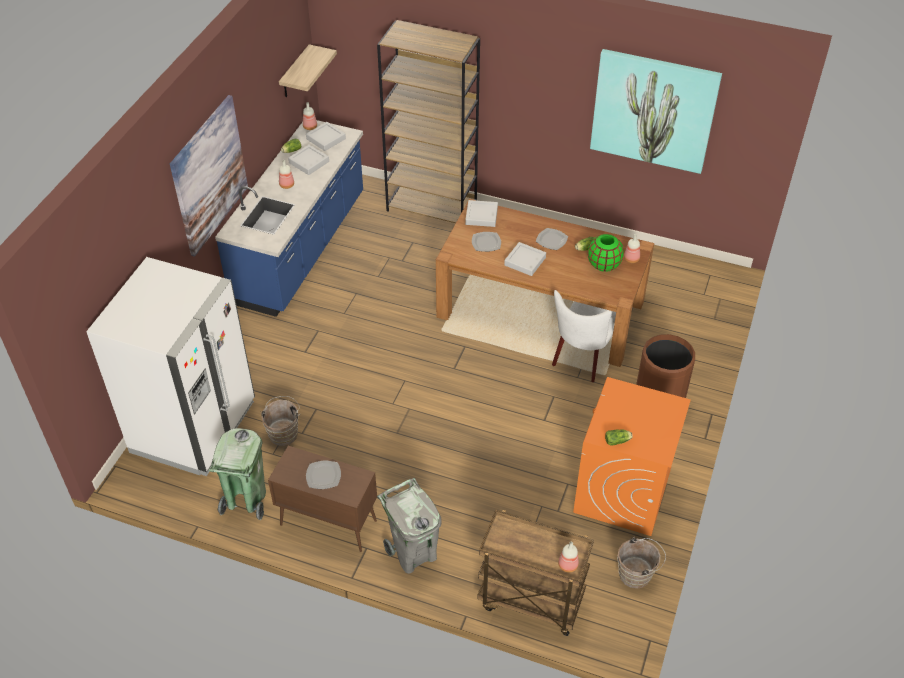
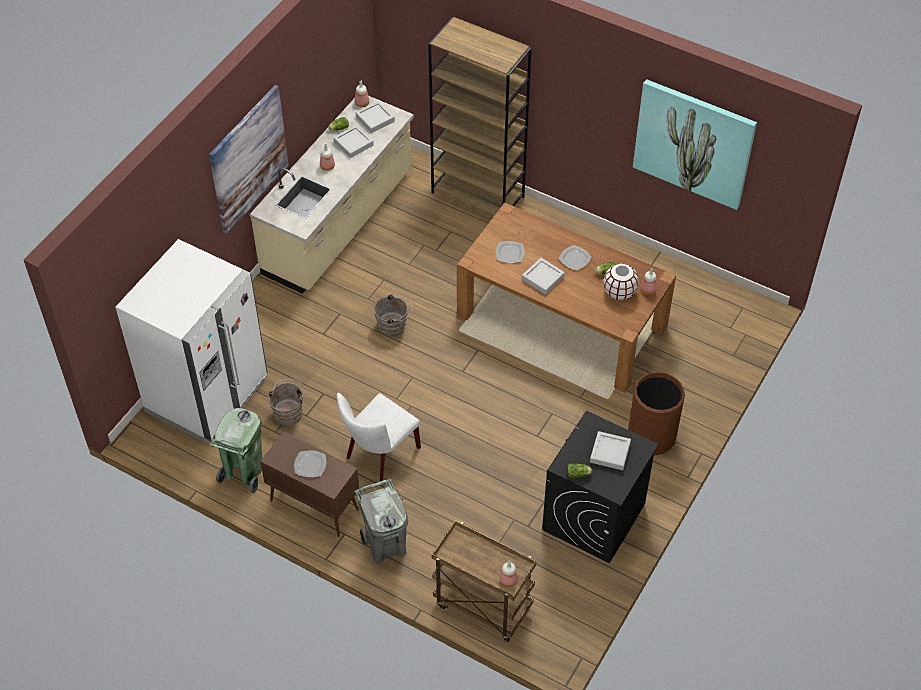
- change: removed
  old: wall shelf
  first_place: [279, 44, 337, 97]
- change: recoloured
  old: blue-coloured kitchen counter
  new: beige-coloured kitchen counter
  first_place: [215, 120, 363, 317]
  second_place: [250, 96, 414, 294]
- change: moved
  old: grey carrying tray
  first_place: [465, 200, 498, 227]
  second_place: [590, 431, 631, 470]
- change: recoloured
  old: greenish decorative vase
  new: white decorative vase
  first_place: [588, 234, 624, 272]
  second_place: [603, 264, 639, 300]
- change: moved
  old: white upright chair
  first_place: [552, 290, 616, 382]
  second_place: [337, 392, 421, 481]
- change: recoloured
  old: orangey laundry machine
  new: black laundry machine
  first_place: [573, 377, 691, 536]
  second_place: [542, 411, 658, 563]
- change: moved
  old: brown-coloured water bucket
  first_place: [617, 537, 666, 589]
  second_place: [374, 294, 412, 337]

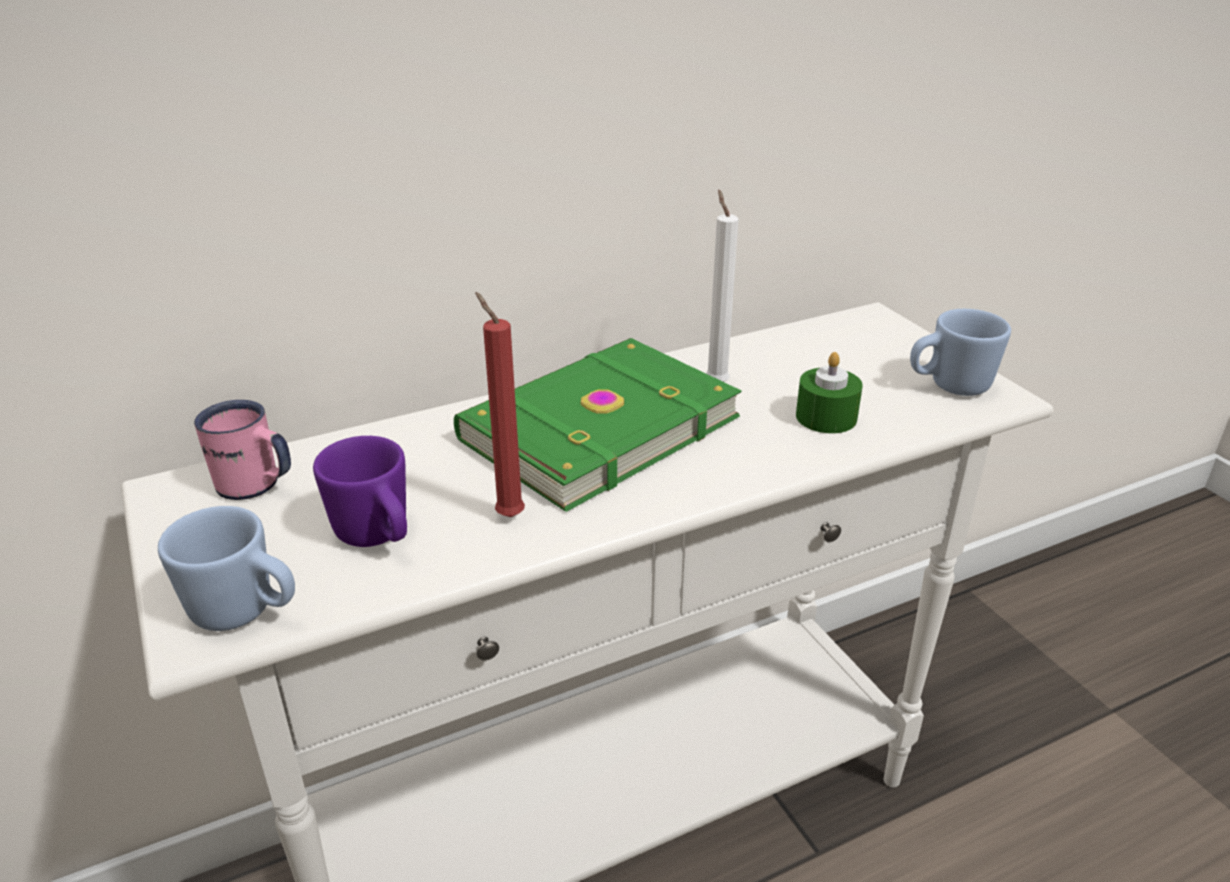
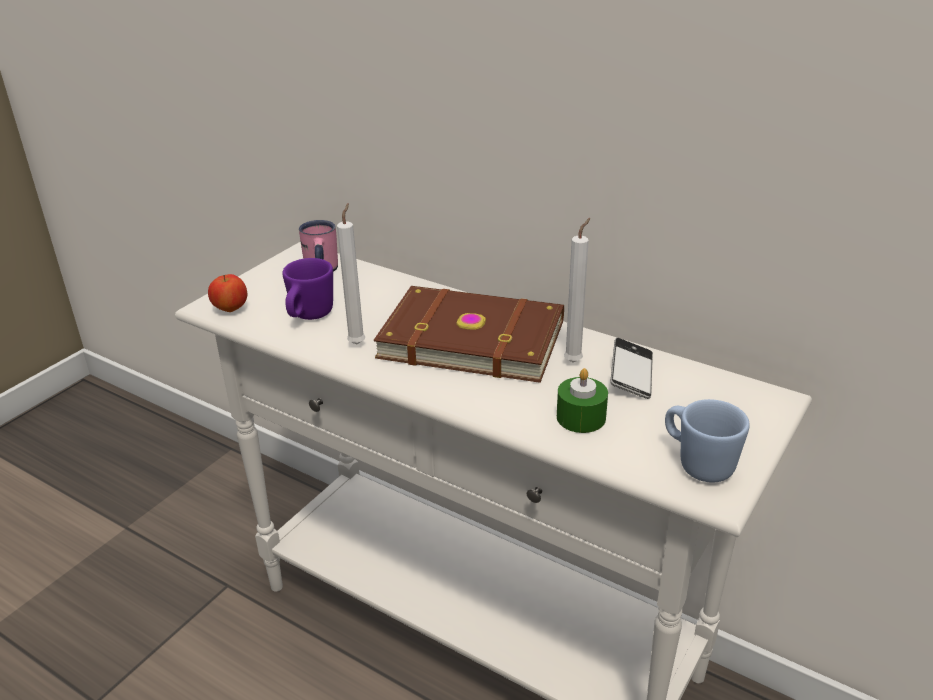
- change: recoloured
  old: red candle
  new: white candle
  first_place: [475, 292, 525, 517]
  second_place: [337, 203, 365, 345]
- change: recoloured
  old: greenish bound book
  new: brown-coloured bound book
  first_place: [454, 338, 742, 512]
  second_place: [373, 286, 564, 383]
- change: replaced
  old: blue-coloured mug
  new: apple fruit
  first_place: [158, 506, 295, 631]
  second_place: [208, 274, 247, 312]
- change: added
  new: handset
  second_place: [610, 338, 653, 399]

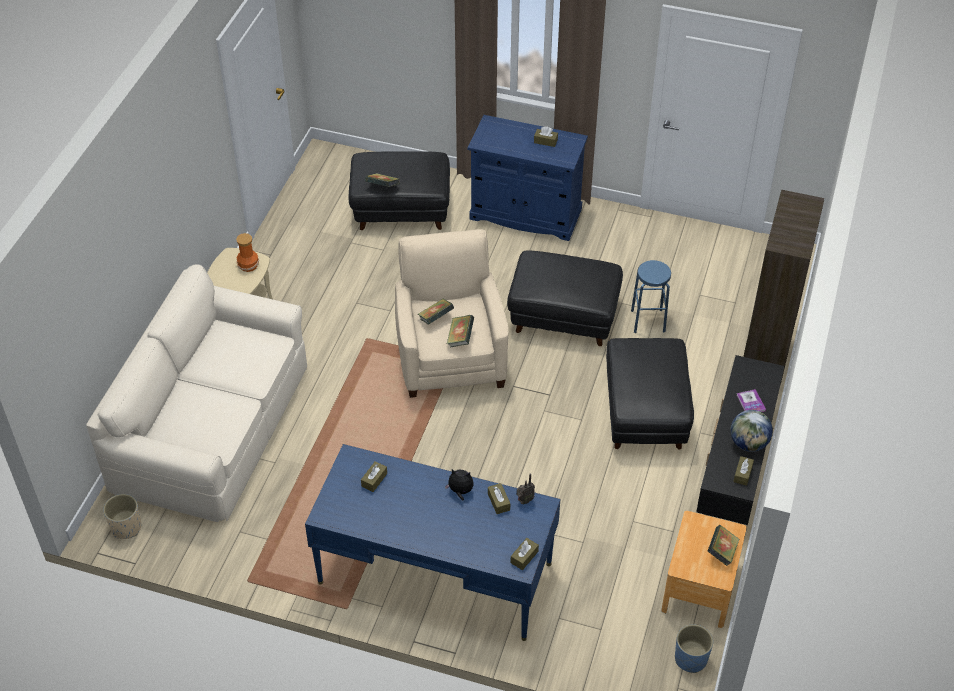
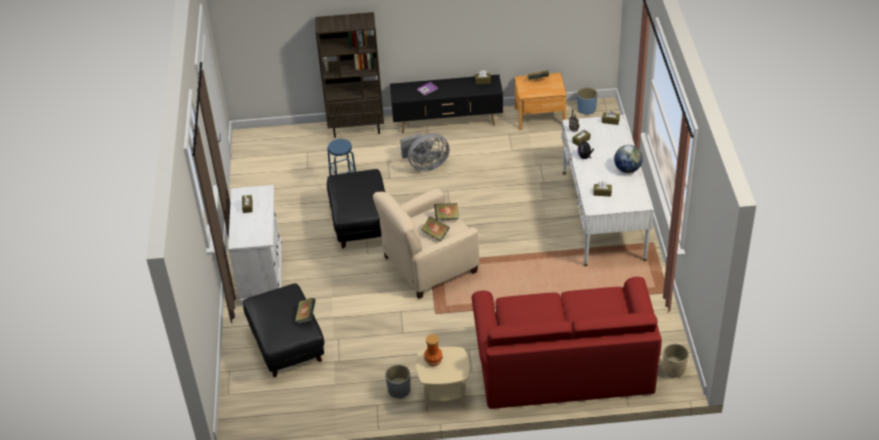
- change: recoloured
  old: blue-coloured cabinet
  new: white cabinet
  first_place: [468, 115, 588, 241]
  second_place: [228, 185, 282, 306]
- change: recoloured
  old: beige-coloured sofa
  new: red sofa
  first_place: [86, 264, 307, 522]
  second_place: [472, 277, 662, 409]
- change: replaced
  old: black ottoman
  new: grey cooling fan
  first_place: [606, 338, 694, 450]
  second_place: [400, 133, 449, 172]
- change: moved
  old: world globe
  first_place: [731, 410, 773, 452]
  second_place: [614, 145, 643, 173]
- change: recoloured
  old: blue-coloured desk unit
  new: white desk unit
  first_place: [305, 444, 560, 641]
  second_place: [562, 115, 654, 266]
- change: added
  new: grey planter
  second_place: [385, 364, 411, 399]

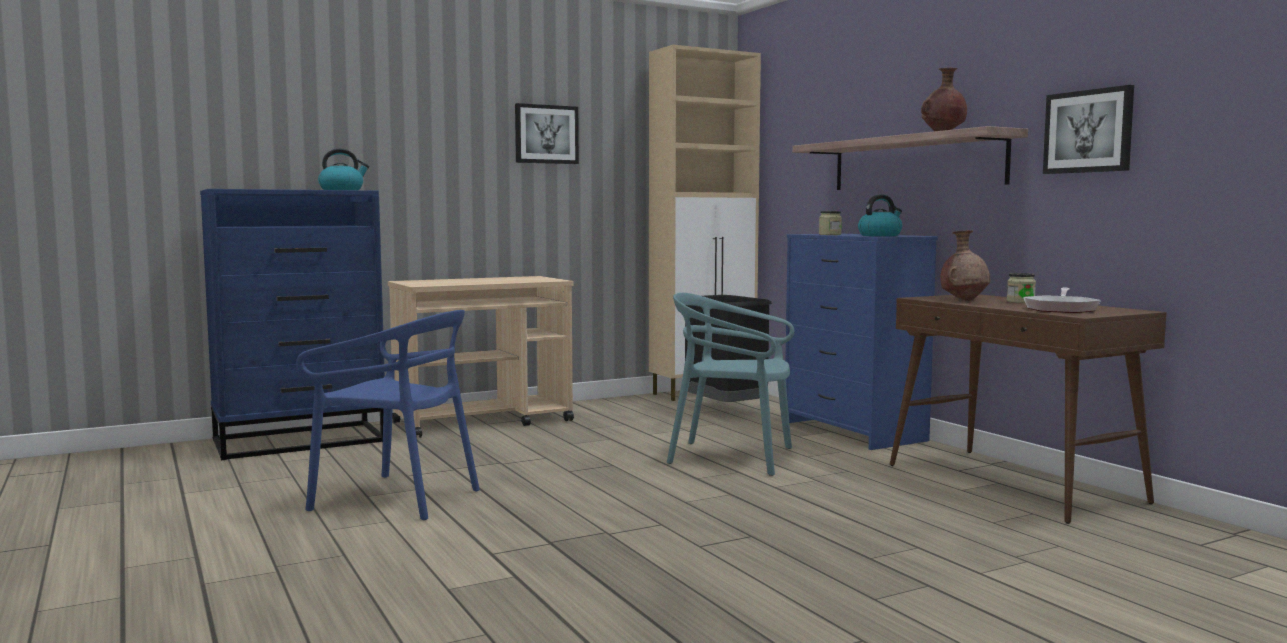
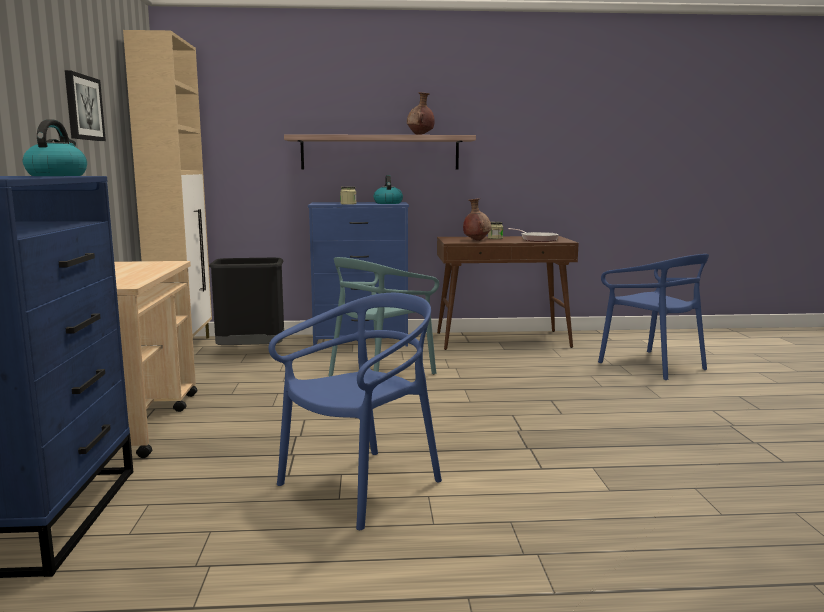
- change: removed
  old: wall picture
  first_place: [1043, 85, 1134, 174]
- change: added
  new: blue-coloured upright chair
  second_place: [598, 254, 709, 380]

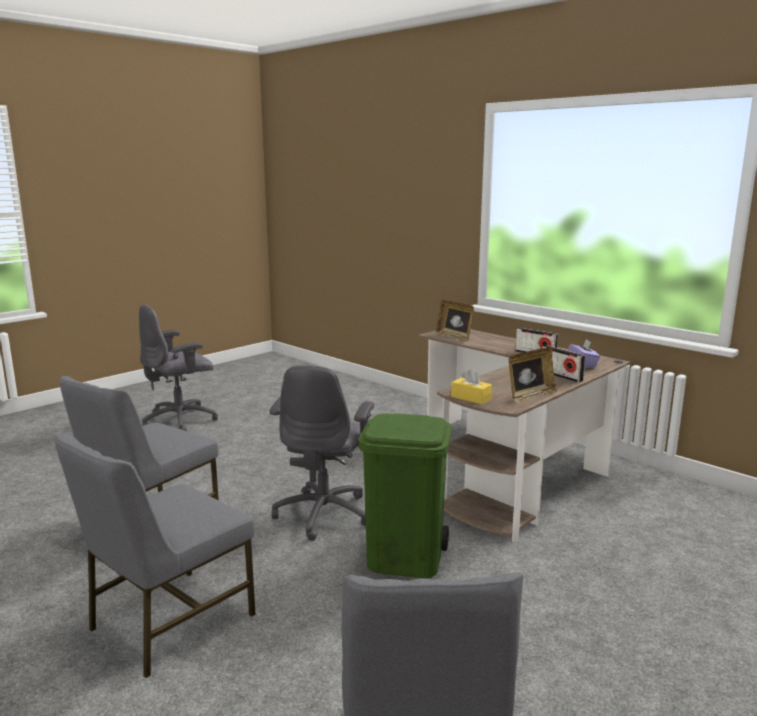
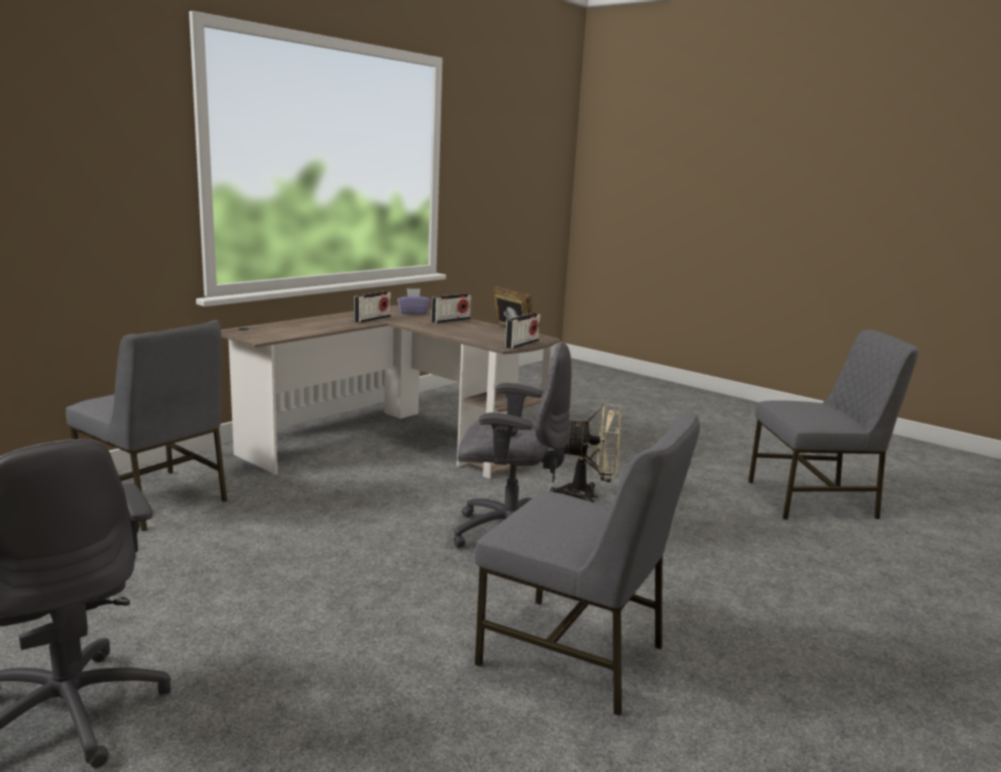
- change: removed
  old: photo frame
  first_place: [436, 300, 474, 341]
- change: replaced
  old: yellow-coloured tissue box
  new: radio set
  first_place: [451, 369, 492, 404]
  second_place: [505, 313, 541, 349]
- change: replaced
  old: greenish rubbish bin
  new: beige-coloured cooling fan
  first_place: [359, 413, 452, 578]
  second_place: [550, 404, 622, 503]
- change: moved
  old: grey upright chair
  first_place: [55, 433, 256, 678]
  second_place: [66, 320, 228, 531]

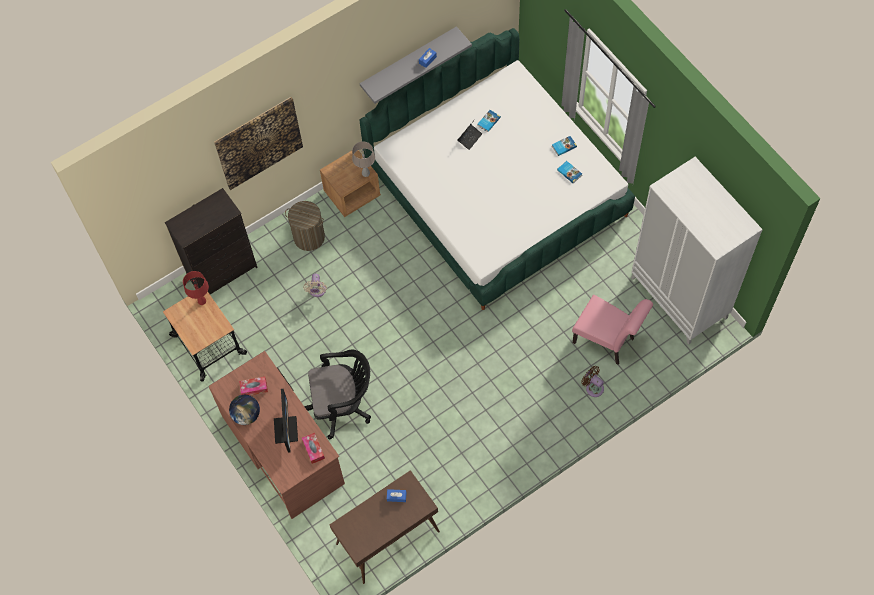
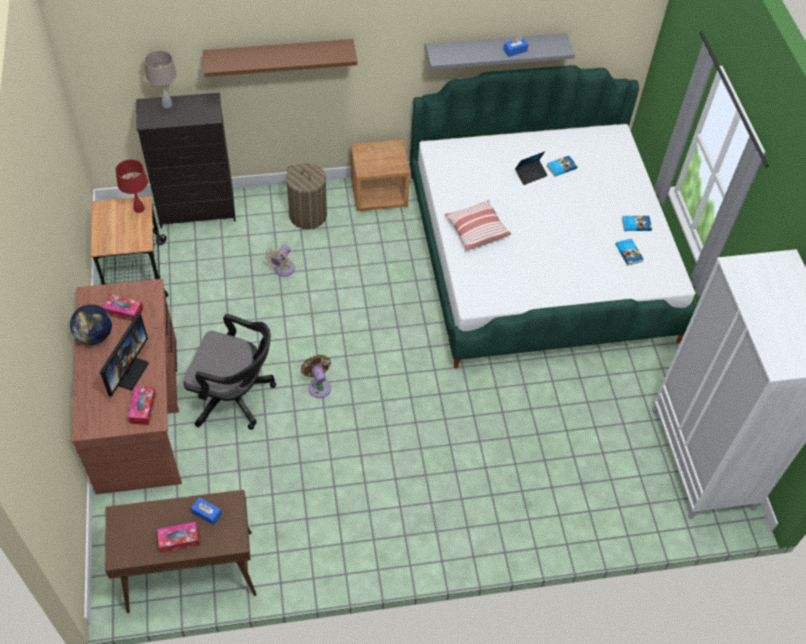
- change: replaced
  old: wall picture
  new: brown-coloured wall shelf
  first_place: [214, 97, 303, 190]
  second_place: [203, 39, 358, 77]
- change: moved
  old: beige-coloured table lamp
  first_place: [352, 141, 375, 177]
  second_place: [144, 50, 177, 108]
- change: removed
  old: pinkish upright chair
  first_place: [572, 295, 653, 365]
- change: moved
  old: brown-coloured cooling fan
  first_place: [581, 366, 604, 397]
  second_place: [301, 355, 331, 398]
- change: added
  new: pillow
  second_place: [445, 200, 511, 250]
- change: added
  new: tissue box
  second_place: [157, 522, 200, 553]

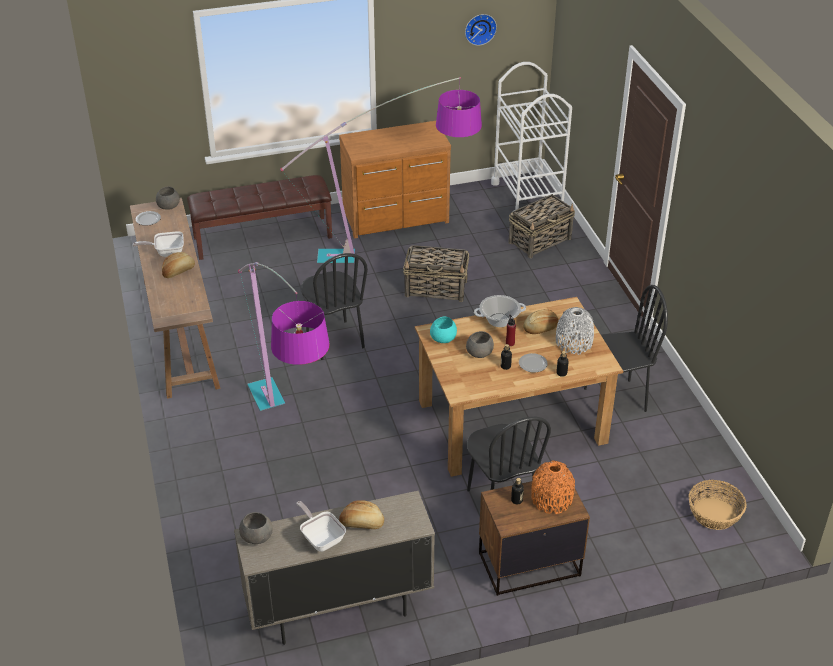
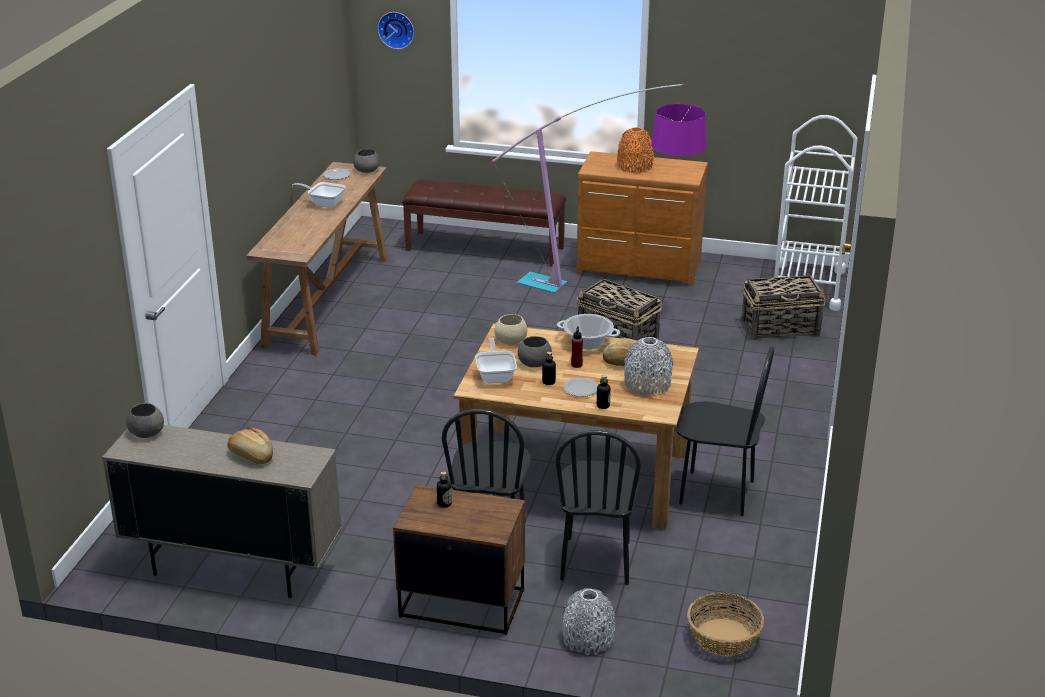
- change: moved
  old: hanging clock
  first_place: [465, 14, 497, 46]
  second_place: [378, 12, 414, 49]
- change: removed
  old: bakery bread
  first_place: [162, 252, 195, 278]
- change: moved
  old: black upright chair
  first_place: [301, 253, 368, 360]
  second_place: [555, 430, 641, 585]
- change: removed
  old: standard lamp
  first_place: [238, 262, 330, 411]
- change: recoloured
  old: blue-green deep dish
  new: beige-coloured deep dish
  first_place: [430, 317, 457, 343]
  second_place: [494, 314, 527, 345]
- change: moved
  old: orangey decorative vase
  first_place: [531, 461, 575, 514]
  second_place: [617, 127, 654, 173]
- change: moved
  old: frying pan
  first_place: [296, 501, 346, 552]
  second_place: [475, 338, 517, 383]
- change: added
  new: grey decorative vase
  second_place: [563, 588, 616, 655]

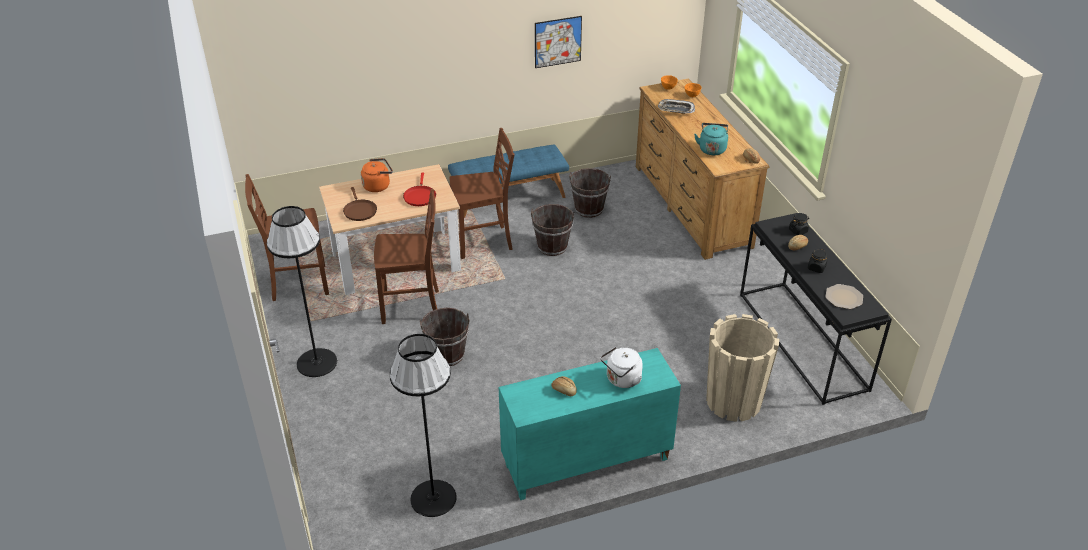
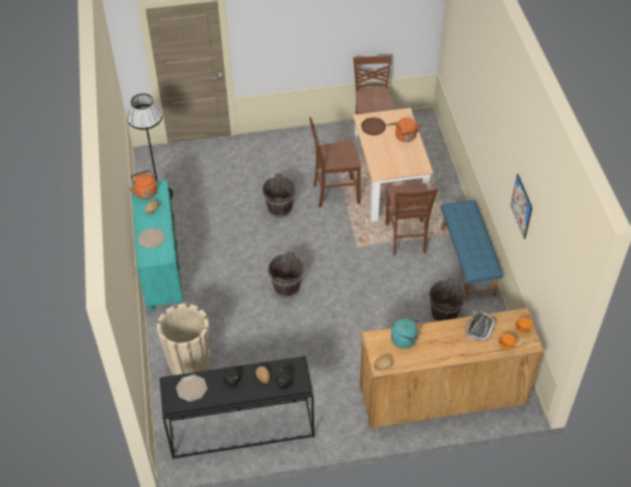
- change: removed
  old: red frying pan
  first_place: [403, 172, 436, 206]
- change: turned
  old: brown-coloured upright chair
  first_place: [374, 189, 439, 324]
  second_place: [309, 117, 361, 208]
  degrees: 75
- change: moved
  old: brown-coloured water bucket
  first_place: [531, 204, 575, 256]
  second_place: [268, 251, 304, 297]
- change: removed
  old: black standard lamp
  first_place: [267, 206, 337, 377]
- change: replaced
  old: white tea kettle
  new: flat dish
  first_place: [600, 347, 643, 388]
  second_place: [138, 228, 166, 249]
- change: added
  new: orangey tea kettle
  second_place: [129, 170, 157, 199]

